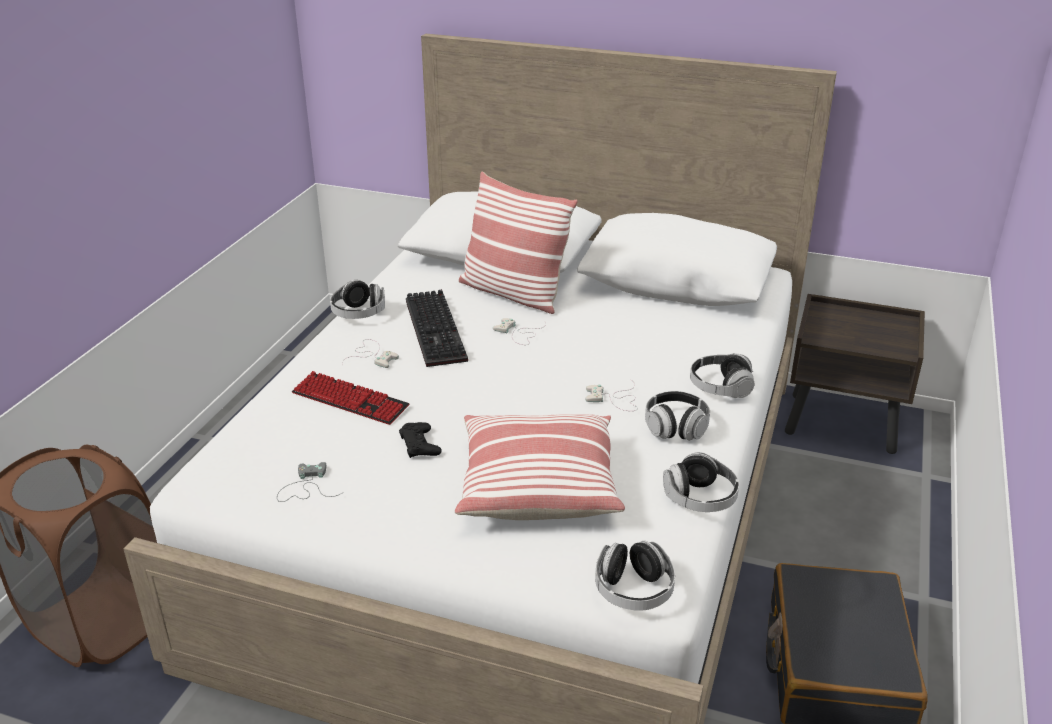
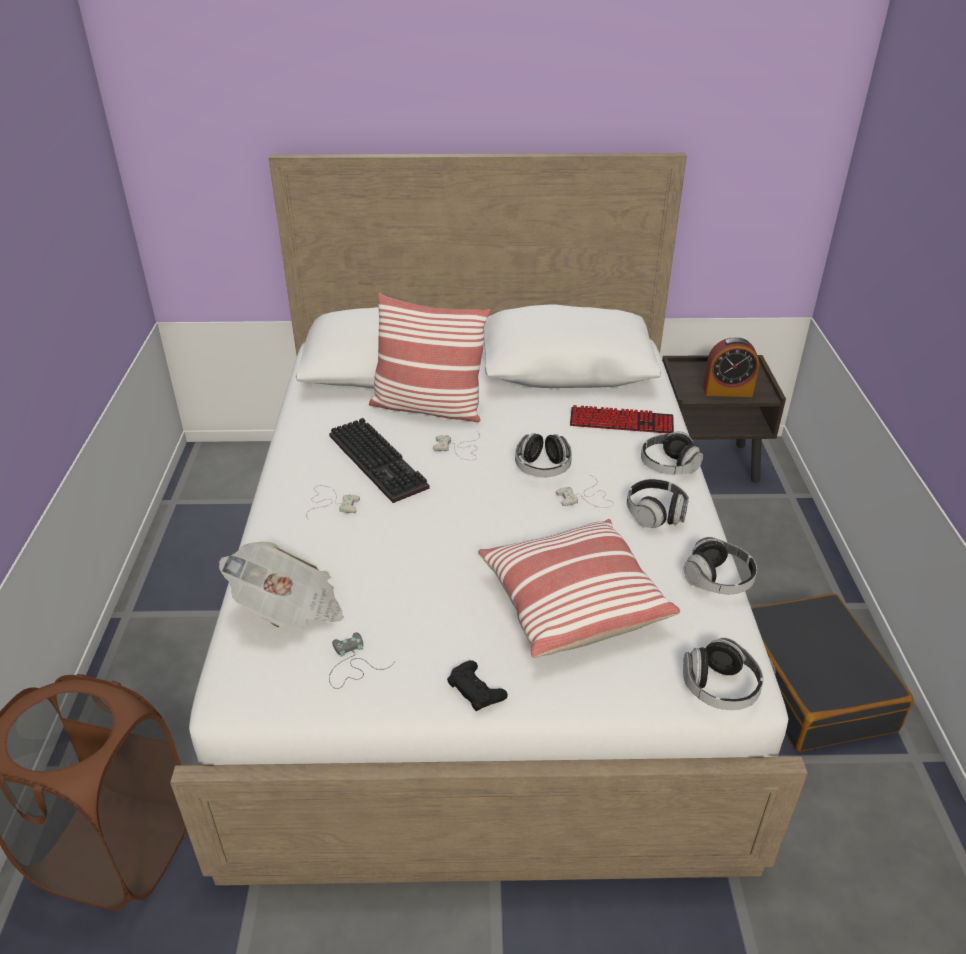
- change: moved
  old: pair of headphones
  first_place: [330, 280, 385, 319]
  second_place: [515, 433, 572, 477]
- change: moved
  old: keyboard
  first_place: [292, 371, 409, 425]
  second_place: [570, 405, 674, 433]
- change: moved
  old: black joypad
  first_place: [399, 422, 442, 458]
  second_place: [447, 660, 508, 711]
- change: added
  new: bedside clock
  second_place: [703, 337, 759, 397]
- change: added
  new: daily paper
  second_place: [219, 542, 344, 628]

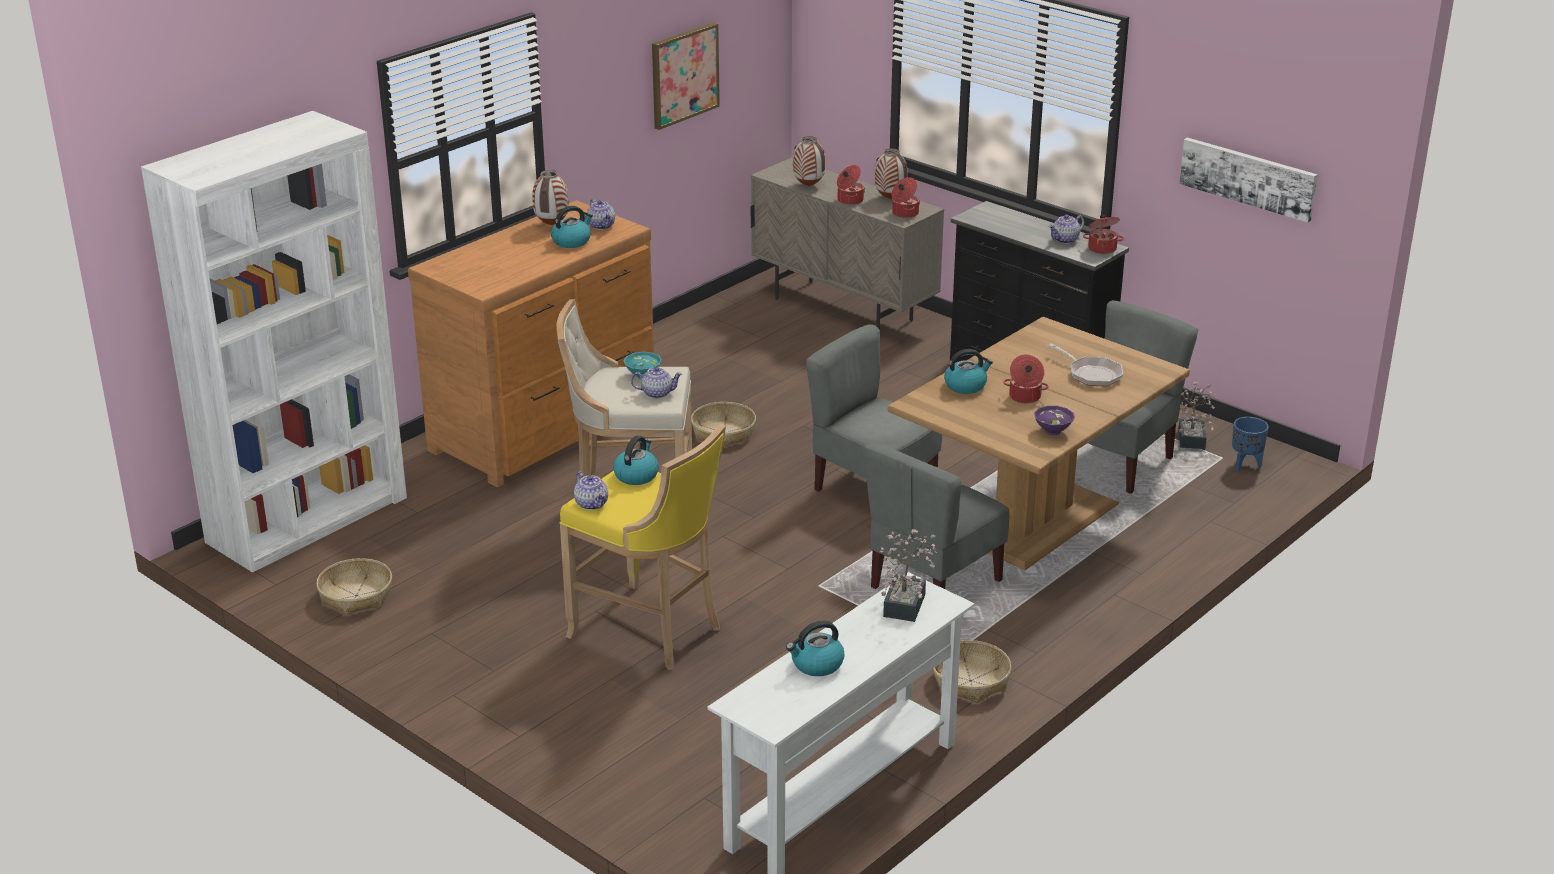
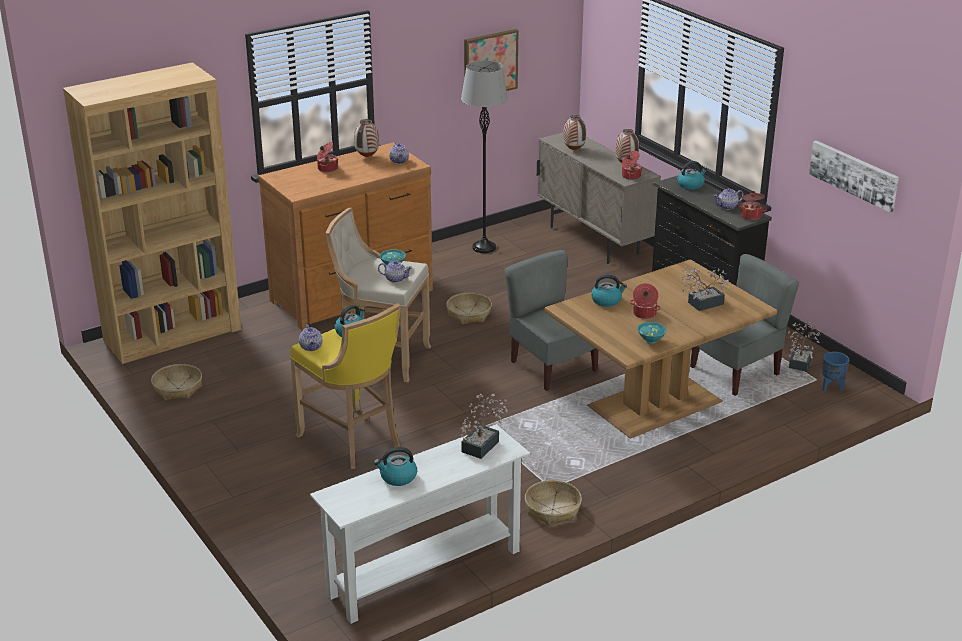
- change: recoloured
  old: white bookshelf
  new: brown-coloured bookshelf
  first_place: [141, 111, 407, 573]
  second_place: [63, 62, 241, 364]
- change: moved
  old: saucepot
  first_place: [837, 165, 865, 205]
  second_place: [317, 142, 338, 172]
- change: moved
  old: tea kettle
  first_place: [551, 206, 593, 248]
  second_place: [677, 161, 707, 190]
- change: replaced
  old: frying pan
  new: plant in a pot
  first_place: [1048, 344, 1123, 386]
  second_place: [681, 266, 729, 311]
- change: recoloured
  old: purple-coloured deep dish
  new: blue-green deep dish
  first_place: [1034, 406, 1075, 435]
  second_place: [637, 322, 667, 344]
- change: removed
  old: grey upright chair
  first_place: [863, 441, 1009, 589]
- change: added
  new: grey standard lamp
  second_place: [461, 60, 508, 253]

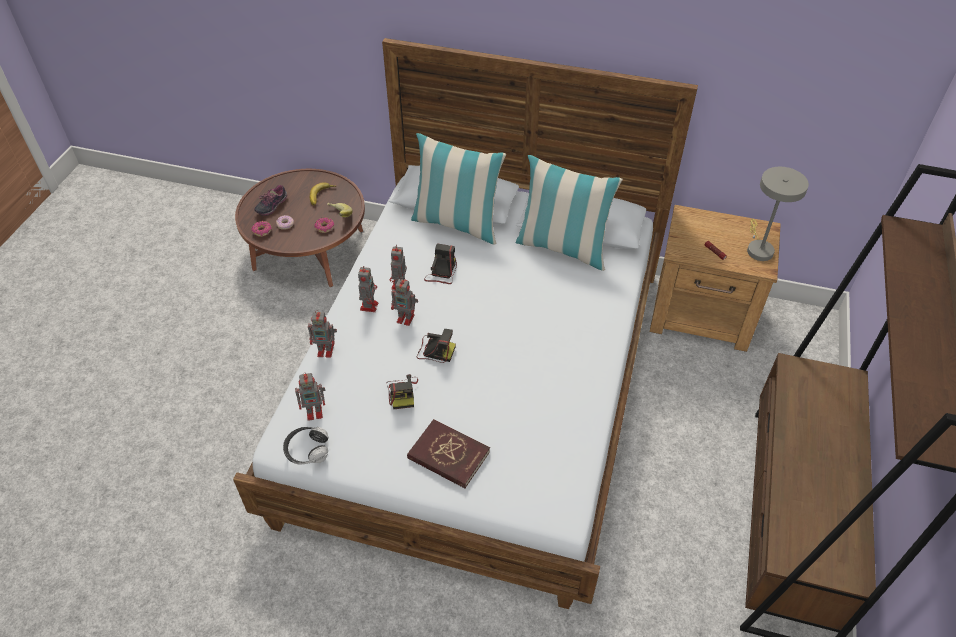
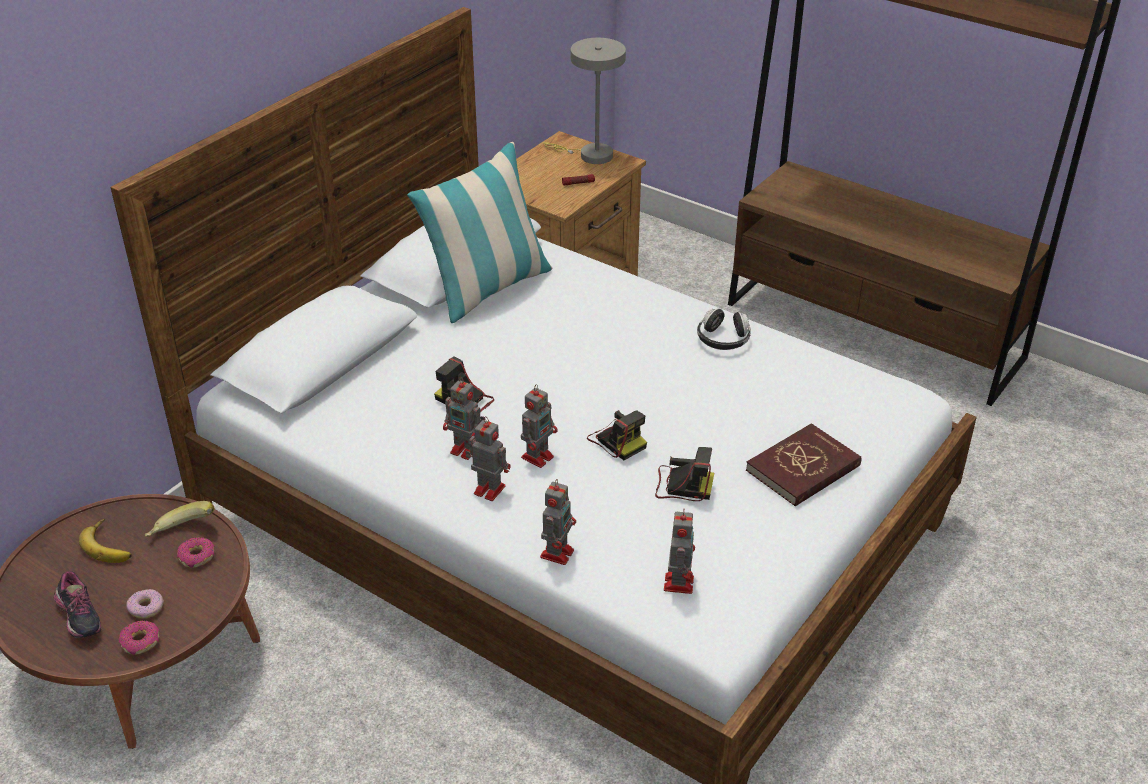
- change: removed
  old: pillow
  first_place: [411, 133, 506, 245]
- change: turned
  old: still camera
  first_place: [417, 329, 456, 363]
  second_place: [587, 410, 647, 460]
  degrees: 105
- change: moved
  old: pair of headphones
  first_place: [283, 427, 329, 465]
  second_place: [697, 308, 751, 350]

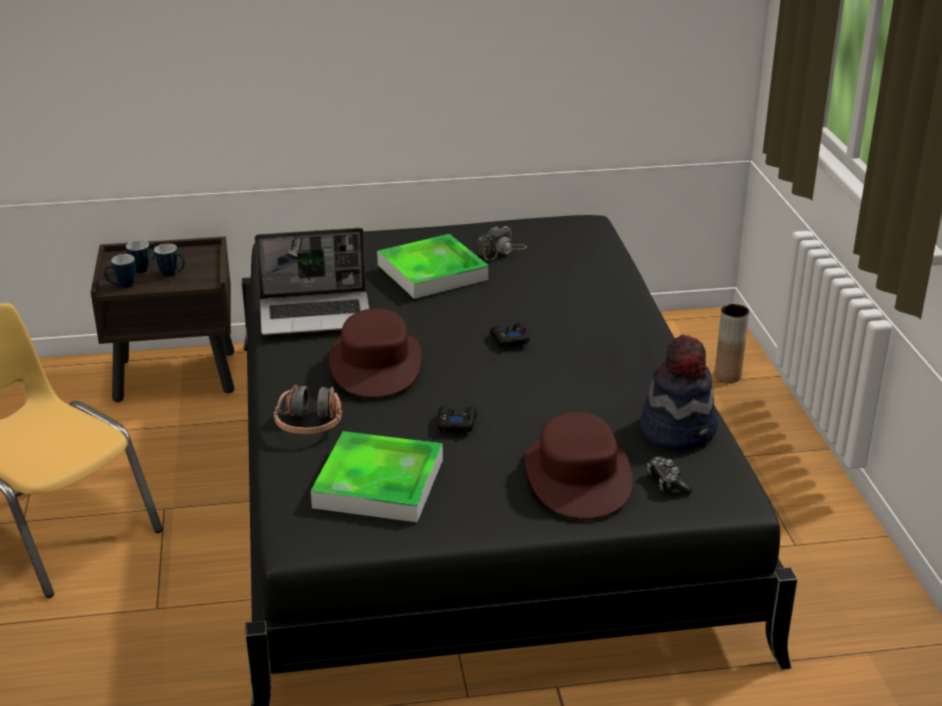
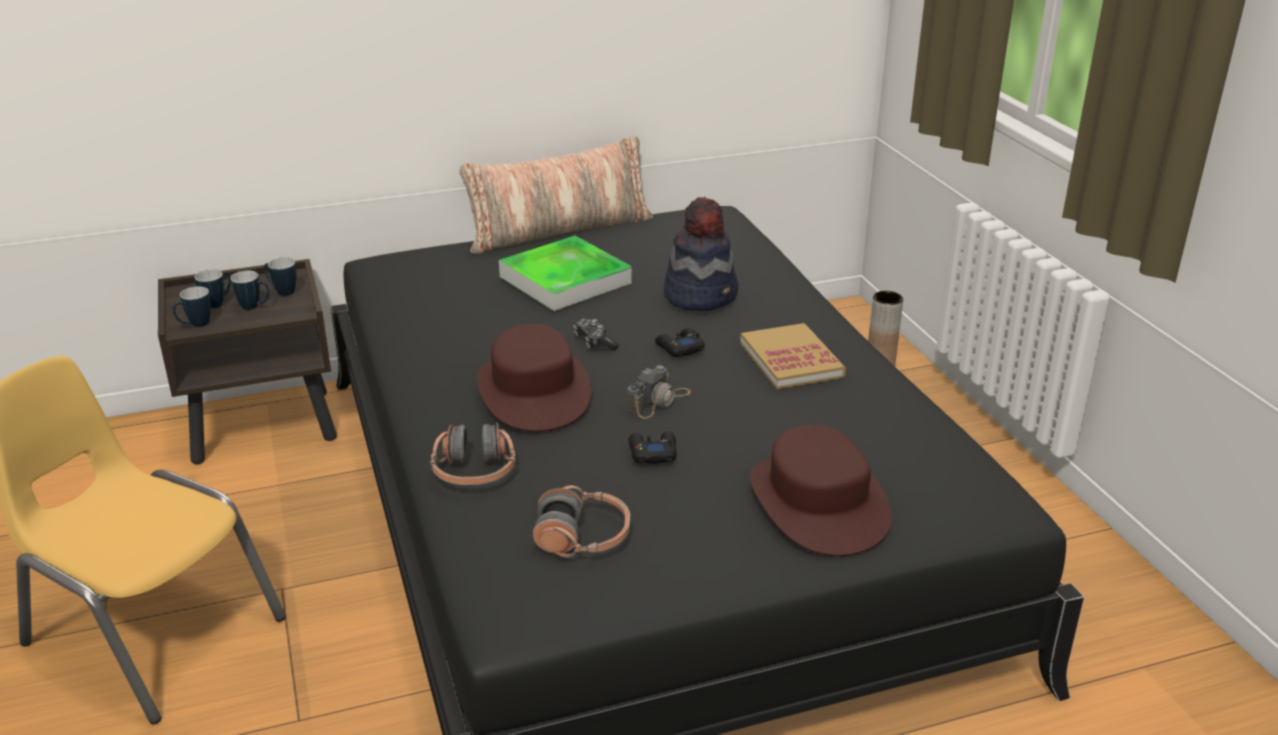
- change: moved
  old: still camera
  first_place: [478, 226, 527, 260]
  second_place: [627, 365, 691, 419]
- change: removed
  old: portable computer
  first_place: [255, 228, 369, 335]
- change: moved
  old: wearable hat
  first_place: [640, 335, 718, 450]
  second_place: [664, 197, 738, 311]
- change: replaced
  old: carrying tray
  new: pair of headphones
  first_place: [311, 431, 443, 522]
  second_place: [532, 485, 630, 558]
- change: moved
  old: joypad
  first_place: [647, 456, 692, 495]
  second_place: [573, 318, 619, 350]
- change: added
  new: pillow
  second_place: [459, 136, 653, 254]
- change: added
  new: mug
  second_place: [264, 257, 296, 296]
- change: added
  new: bound book
  second_place: [740, 323, 846, 389]

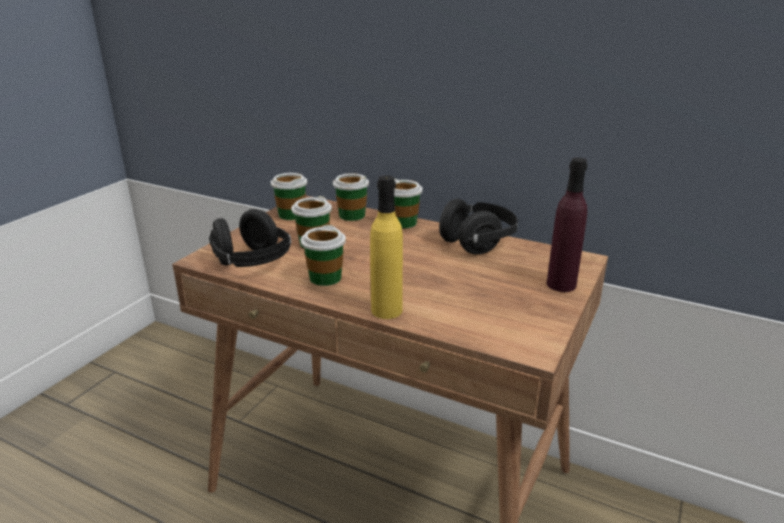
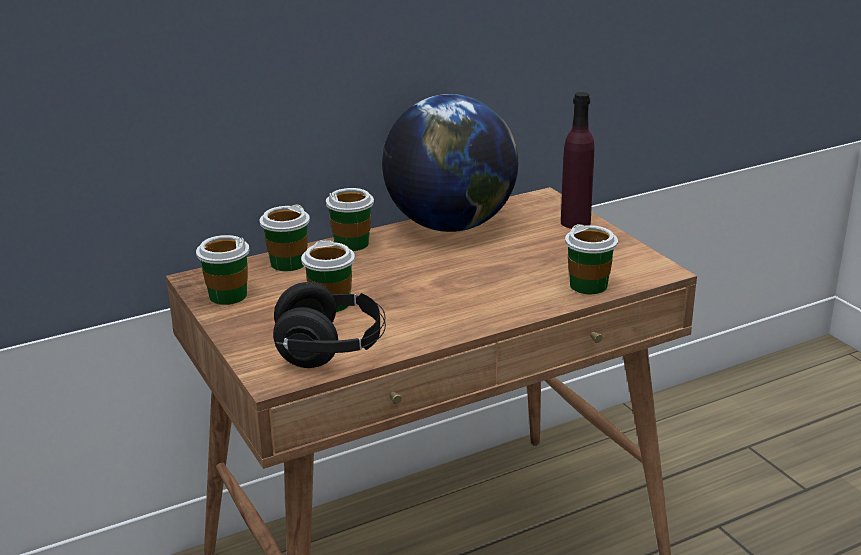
- change: removed
  old: yellow-coloured drink bottle
  first_place: [370, 175, 403, 319]
- change: replaced
  old: black pair of headphones
  new: world globe
  first_place: [439, 199, 518, 254]
  second_place: [382, 94, 518, 232]
- change: moved
  old: drinking cup
  first_place: [301, 225, 346, 286]
  second_place: [565, 224, 618, 294]

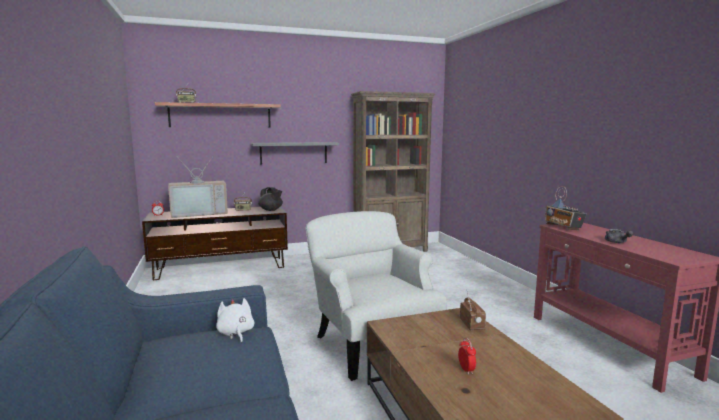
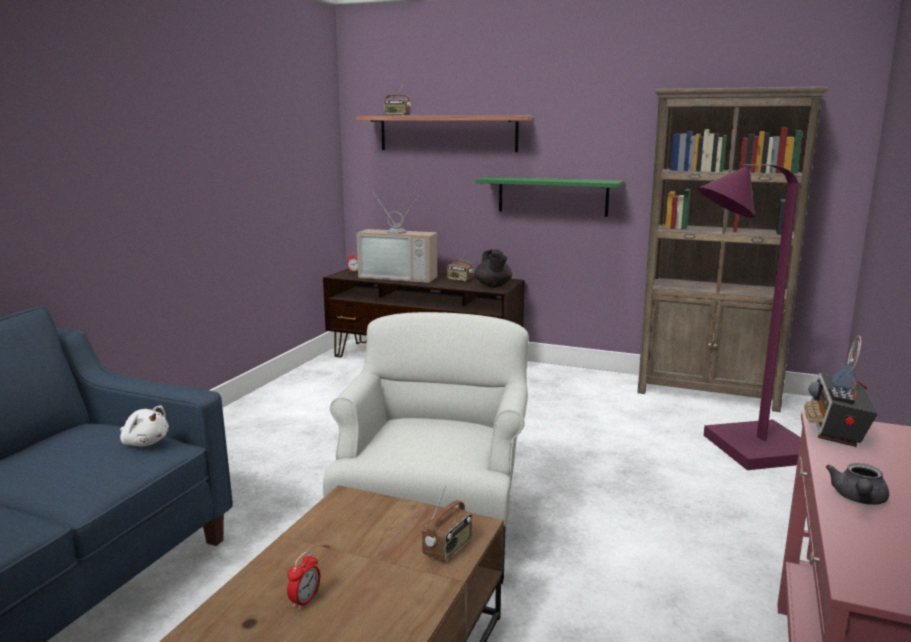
- change: recoloured
  old: grey wall shelf
  new: greenish wall shelf
  first_place: [251, 142, 339, 165]
  second_place: [476, 176, 624, 217]
- change: turned
  old: white cuddly toy
  first_place: [216, 298, 254, 343]
  second_place: [120, 405, 169, 446]
  degrees: 105
- change: added
  new: purple-coloured standard lamp
  second_place: [698, 164, 801, 470]

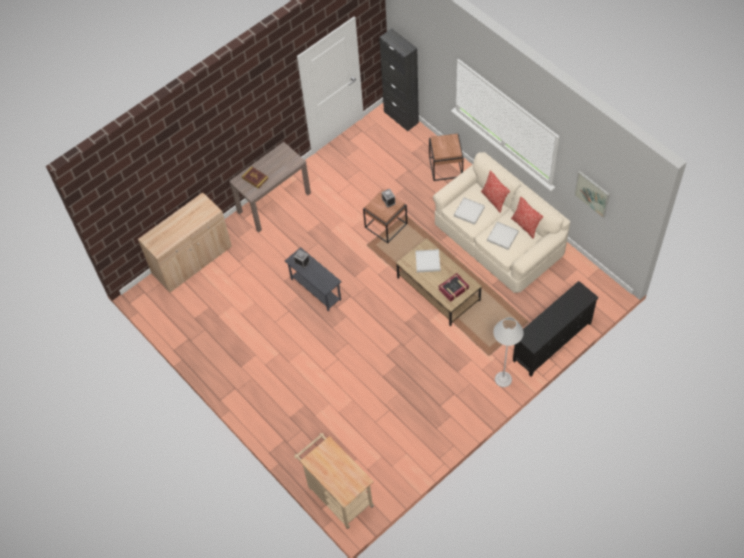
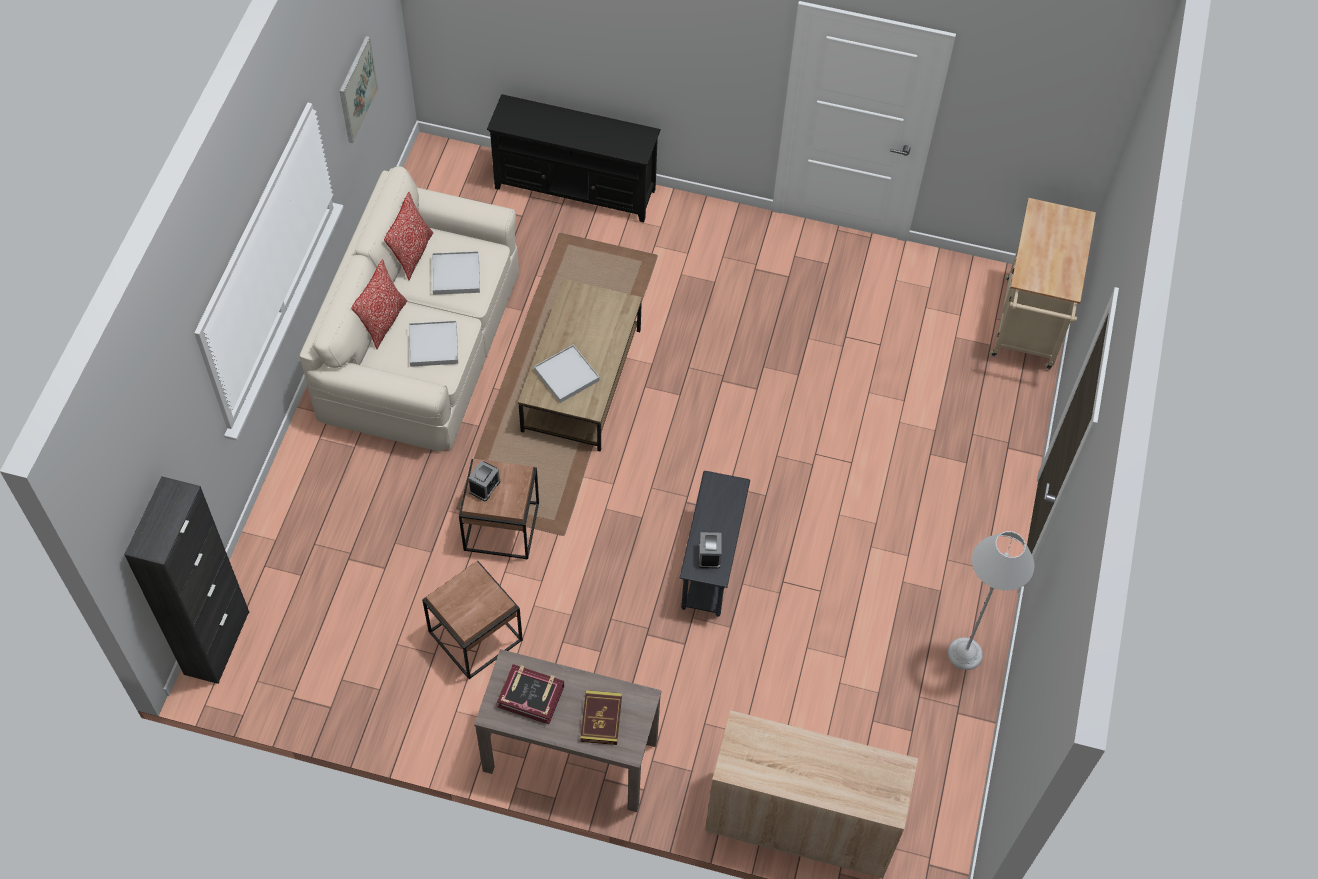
- change: moved
  old: brown-coloured accent table
  first_place: [429, 133, 463, 181]
  second_place: [422, 560, 523, 679]
- change: moved
  old: bound book
  first_place: [438, 273, 469, 302]
  second_place: [497, 664, 564, 724]
- change: moved
  old: grey standard lamp
  first_place: [493, 317, 524, 387]
  second_place: [948, 531, 1034, 670]

